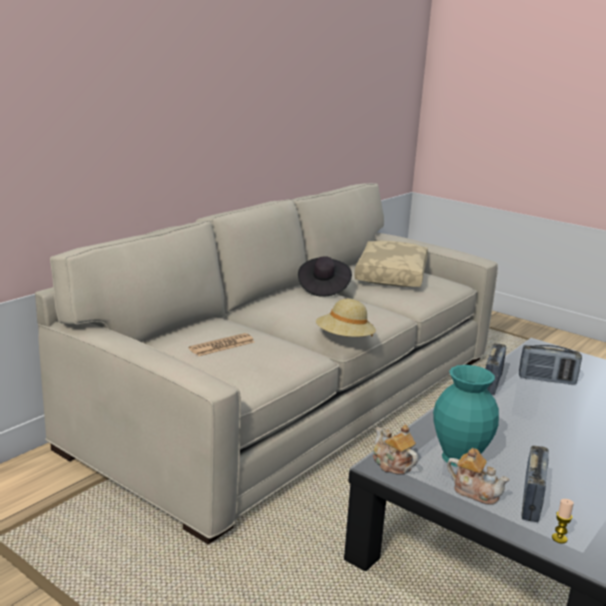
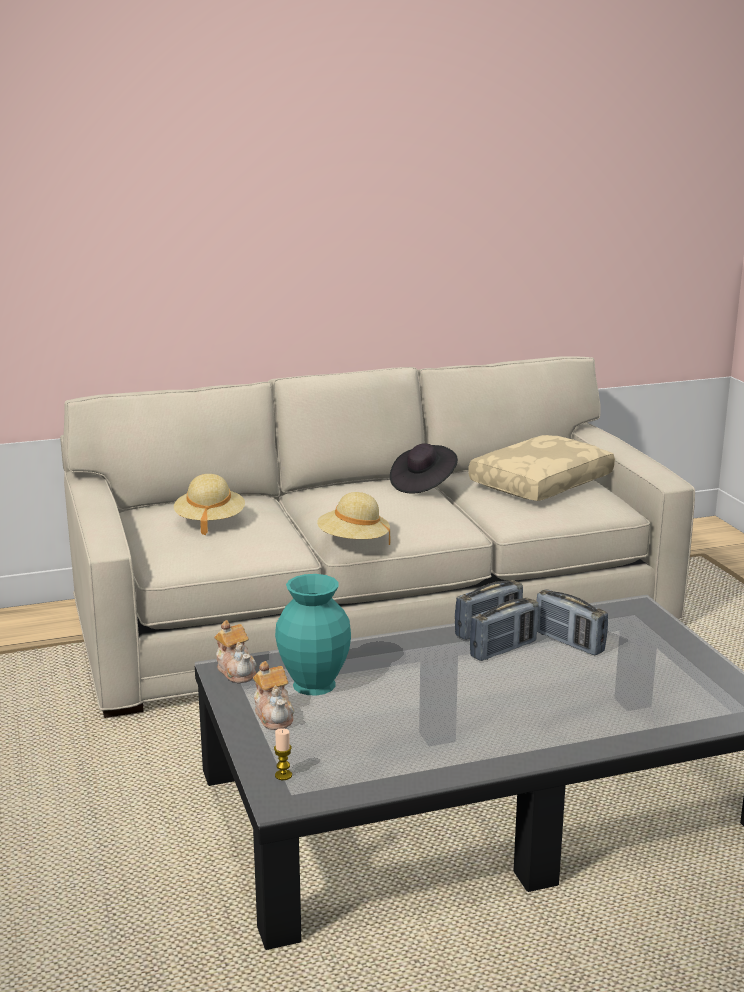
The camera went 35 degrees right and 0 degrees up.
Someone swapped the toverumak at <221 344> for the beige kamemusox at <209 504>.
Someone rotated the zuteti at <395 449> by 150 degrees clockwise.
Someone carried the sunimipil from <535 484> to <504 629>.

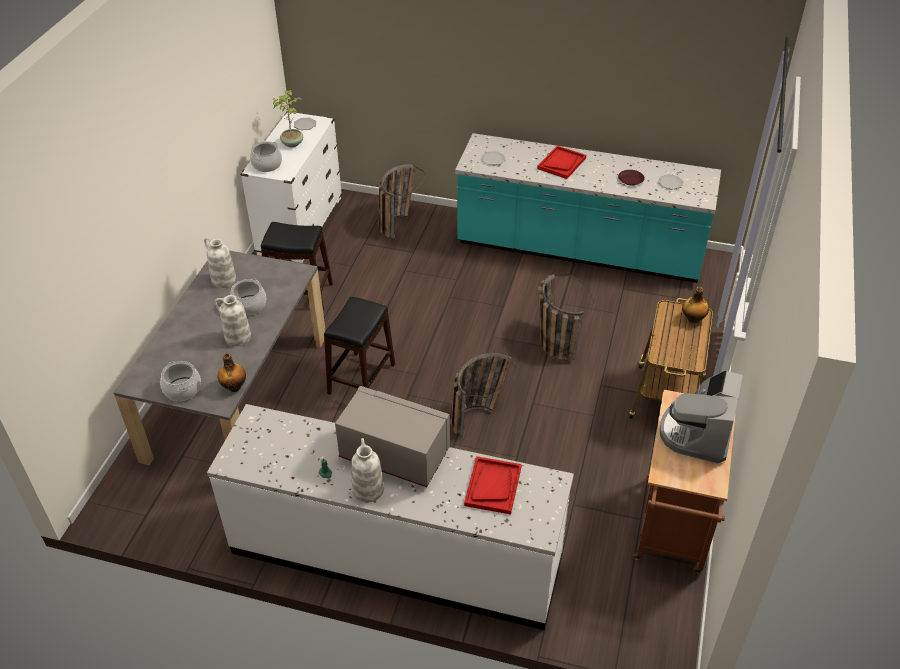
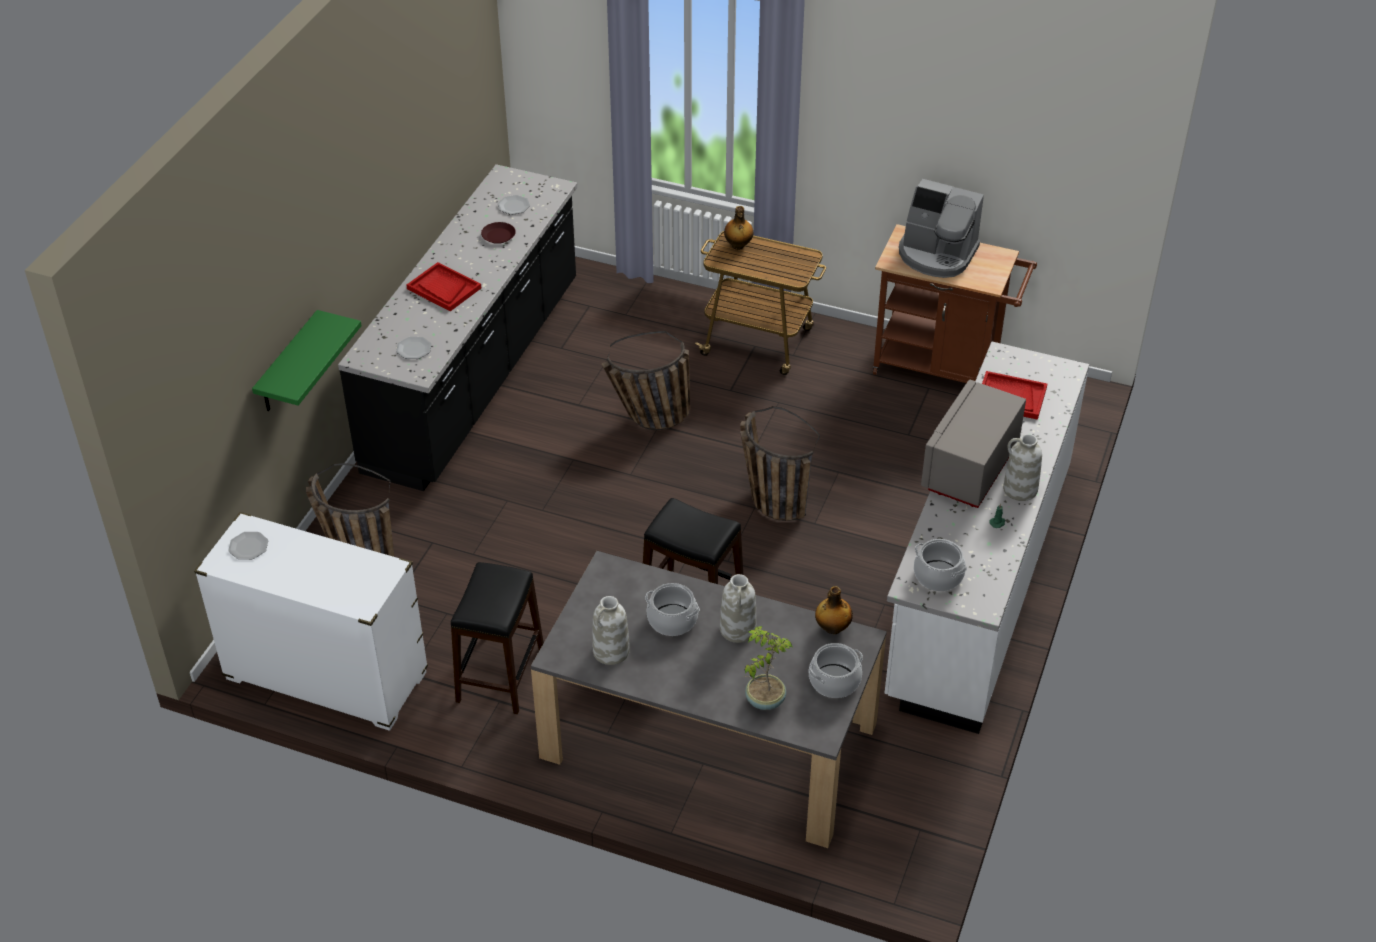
The camera went 85 degrees left and 0 degrees up.
Someone carried the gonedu from <287 118> to <768 668>.
Someone repainted the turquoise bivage at <588 208>, which became the black bivage at <457 327>.
Someone carried the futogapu from <266 156> to <940 565>.
Someone put up the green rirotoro at <307 360>.

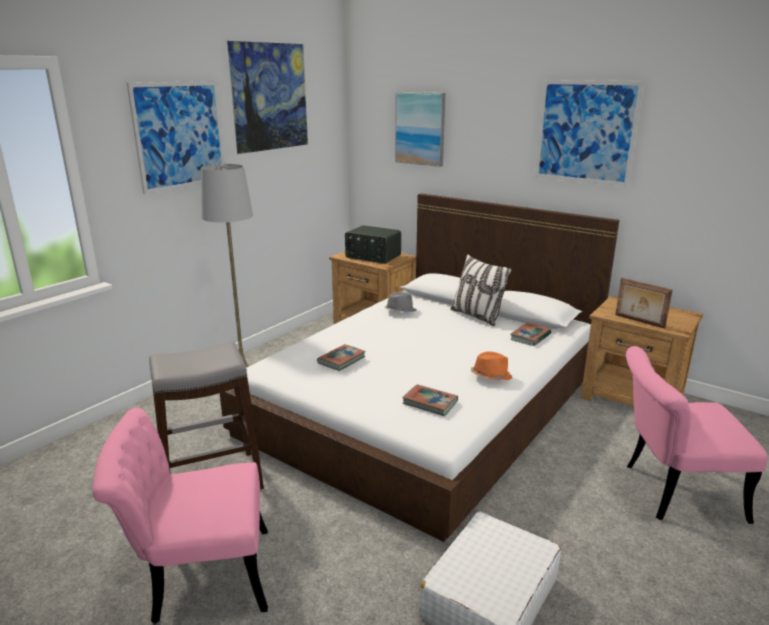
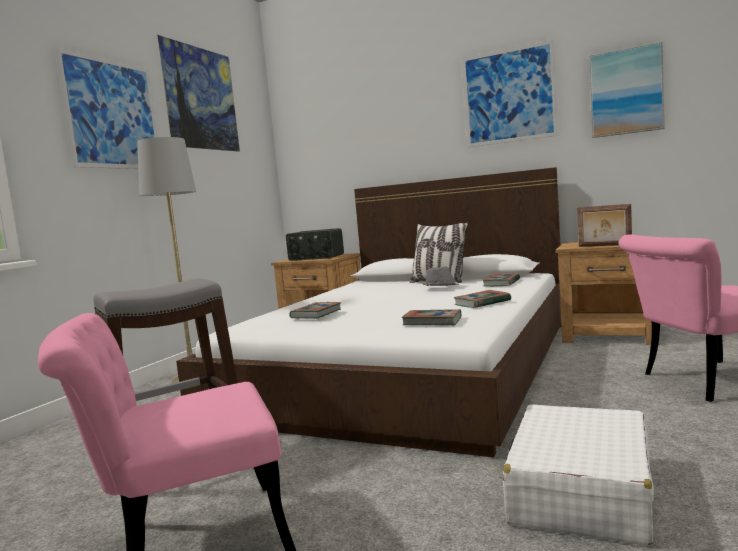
The camera went 10 degrees left and 15 degrees down.
Someone carried the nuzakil from <420 129> to <627 89>.
Someone carried the grey kamemusox from <401 302> to <441 276>.
Someone swapped the orange kamemusox at <491 365> for the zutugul at <482 299>.

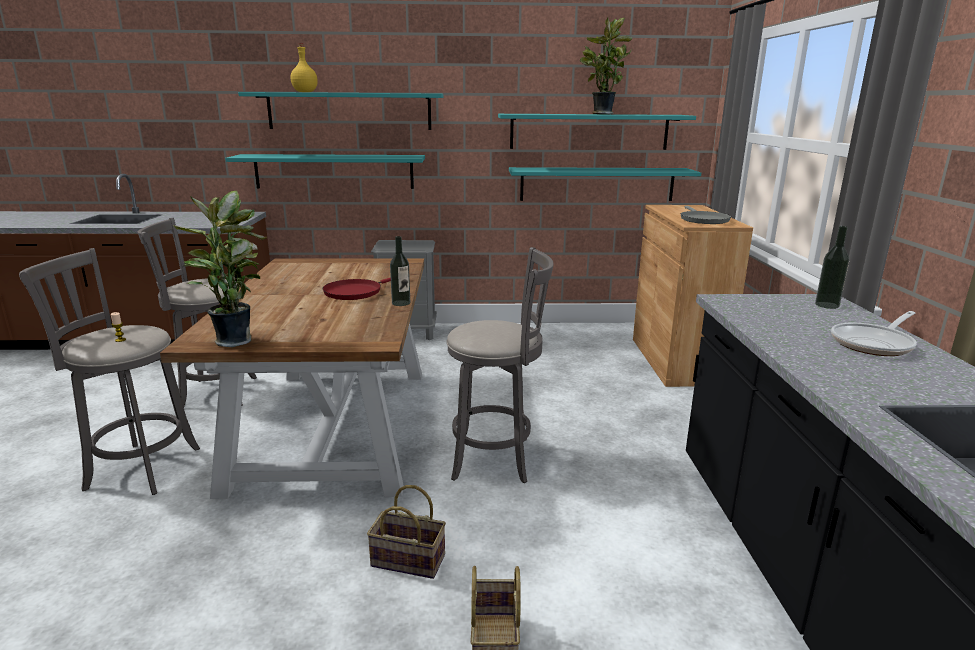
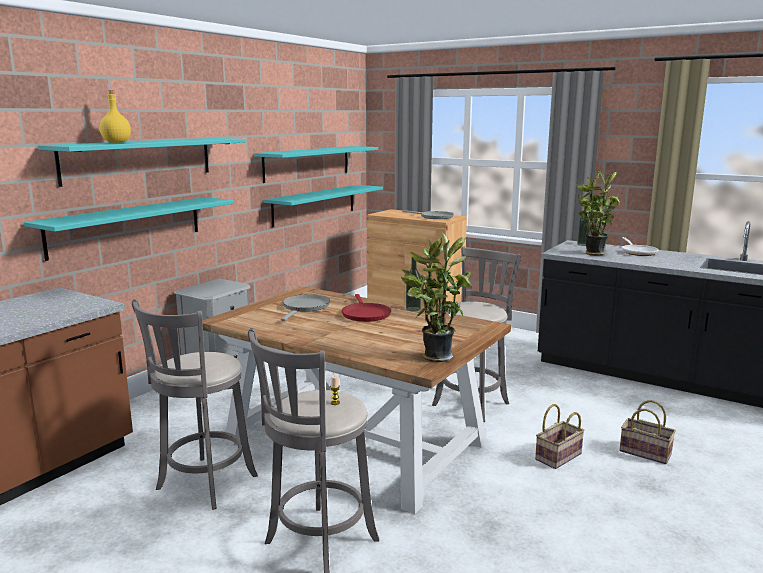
The camera went 55 degrees left and 5 degrees down.
Someone carried the gonedu from <606 66> to <598 212>.
Someone put down the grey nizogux at <305 307>.

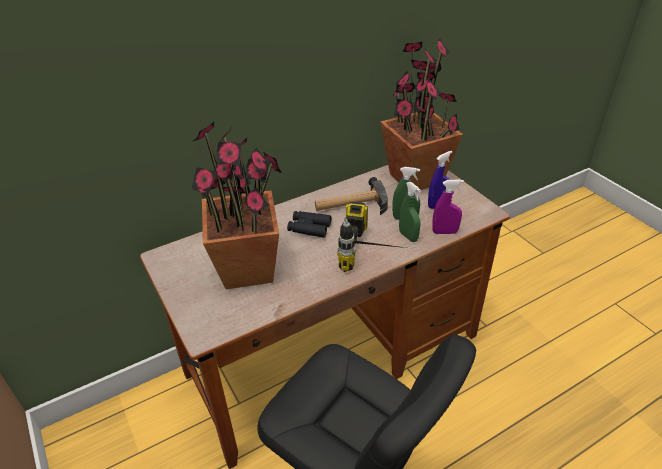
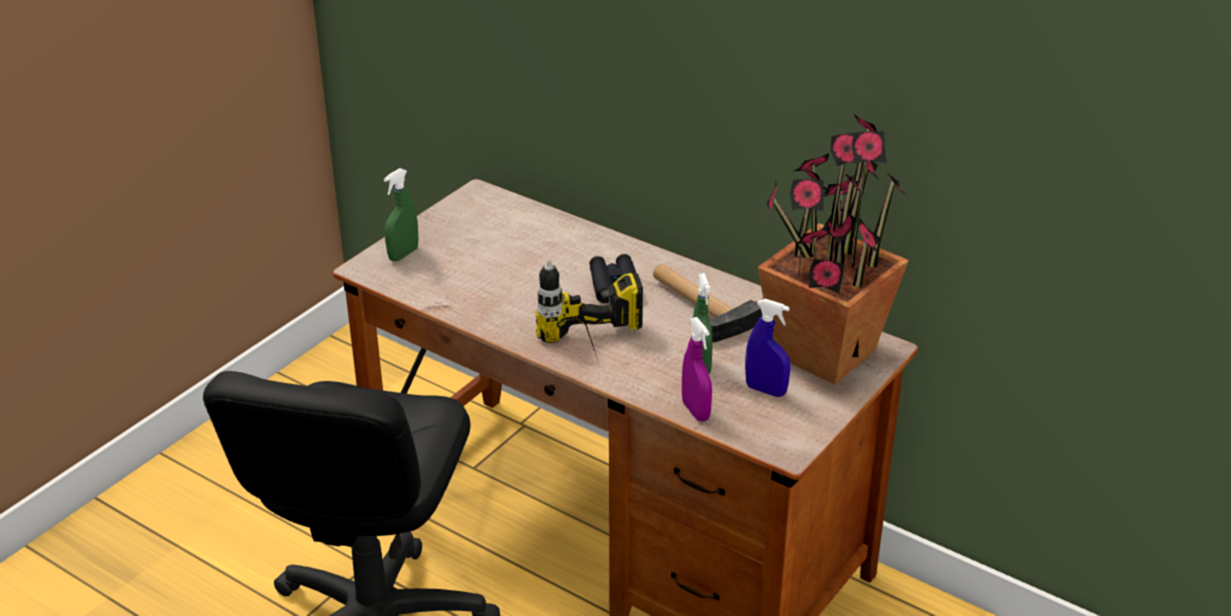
The camera went 65 degrees right and 5 degrees down.
Someone took away the gonedu at <237 205>.
Someone carried the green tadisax from <410 212> to <401 214>.

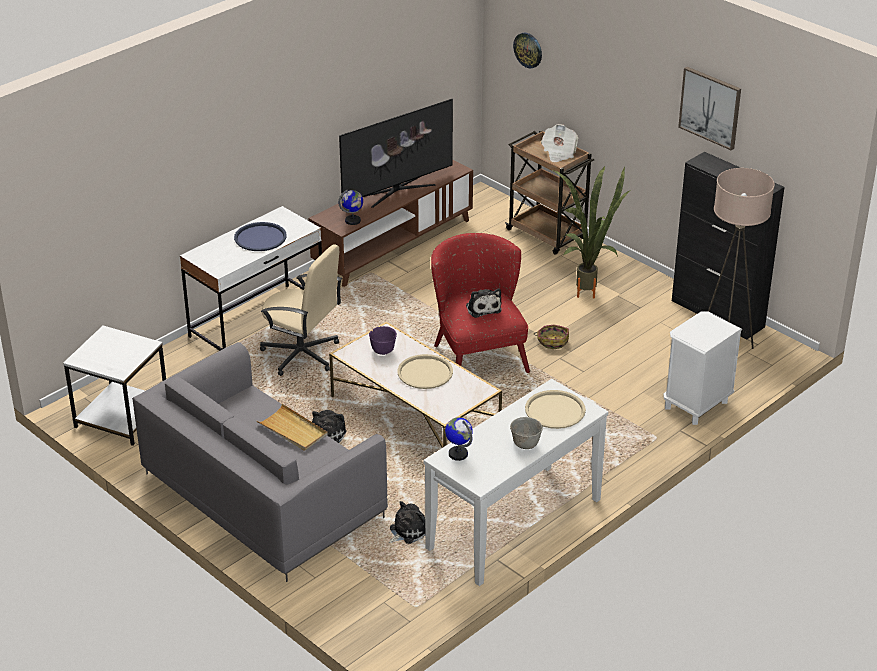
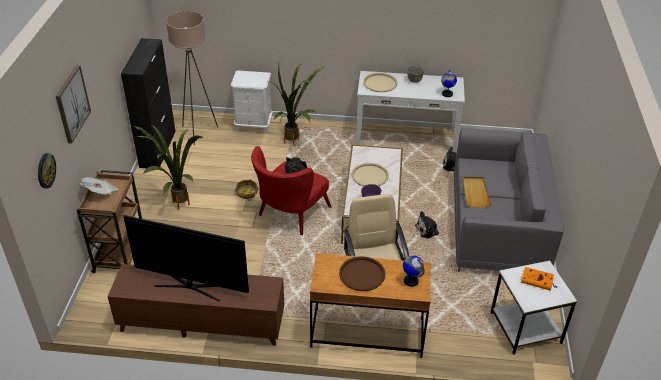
The camera went 130 degrees left and 5 degrees up.
Someone carried the nuzakil from <709 108> to <73 104>.
Someone carried the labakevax from <350 207> to <414 271>.
Someone repainted the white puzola at <251 278>, which became the brown puzola at <370 305>.
Someone repainted the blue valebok at <260 236>, which became the brown valebok at <362 273>.
Someone put down the gonedu at <296 104>.
Someone put down the orange zutugul at <539 279>.

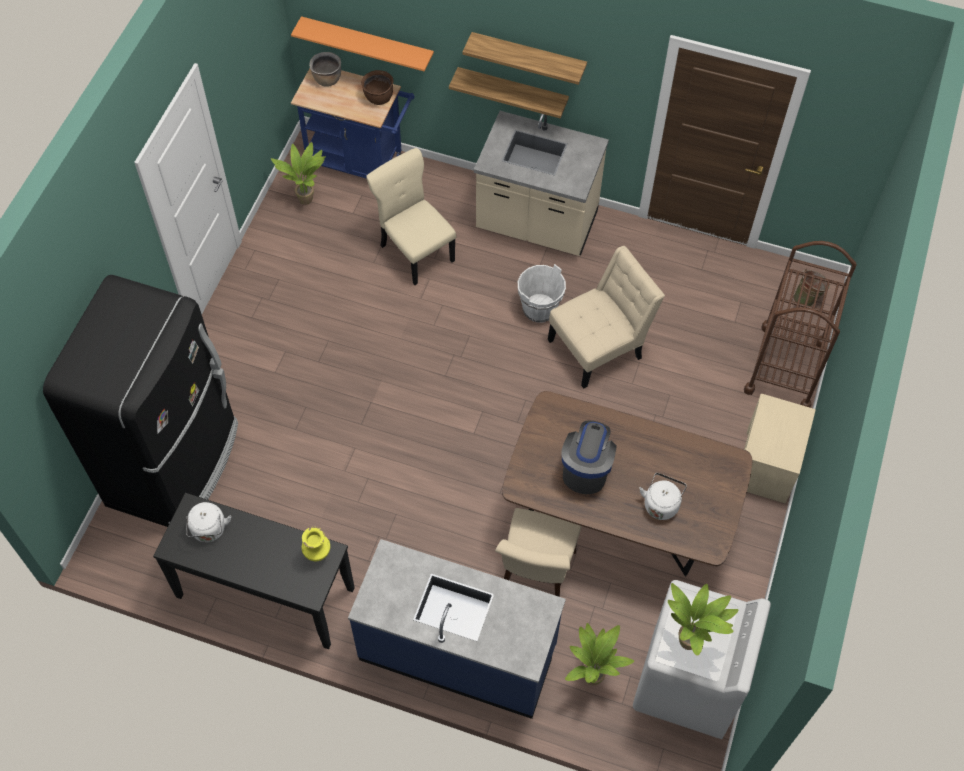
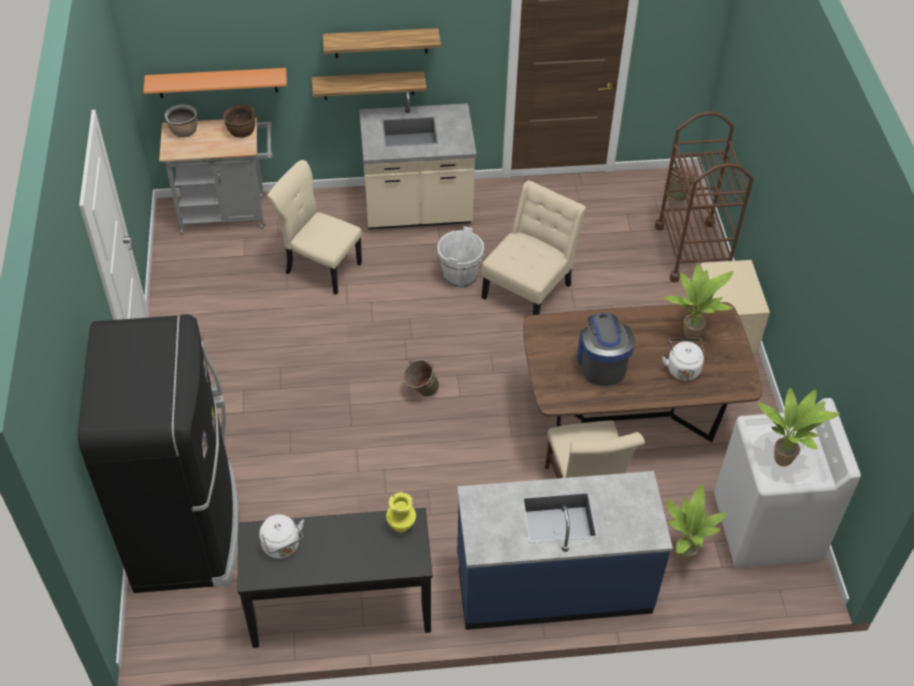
The camera went 25 degrees left and 10 degrees down.
Someone repainted the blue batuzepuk at <353 123>, which became the grey batuzepuk at <216 176>.
Someone carried the gonedu from <298 173> to <698 301>.
Someone put down the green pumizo at <421 378>.

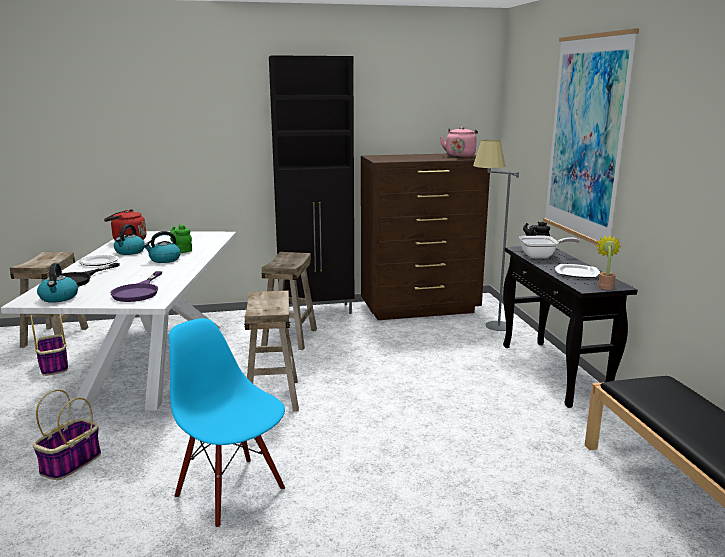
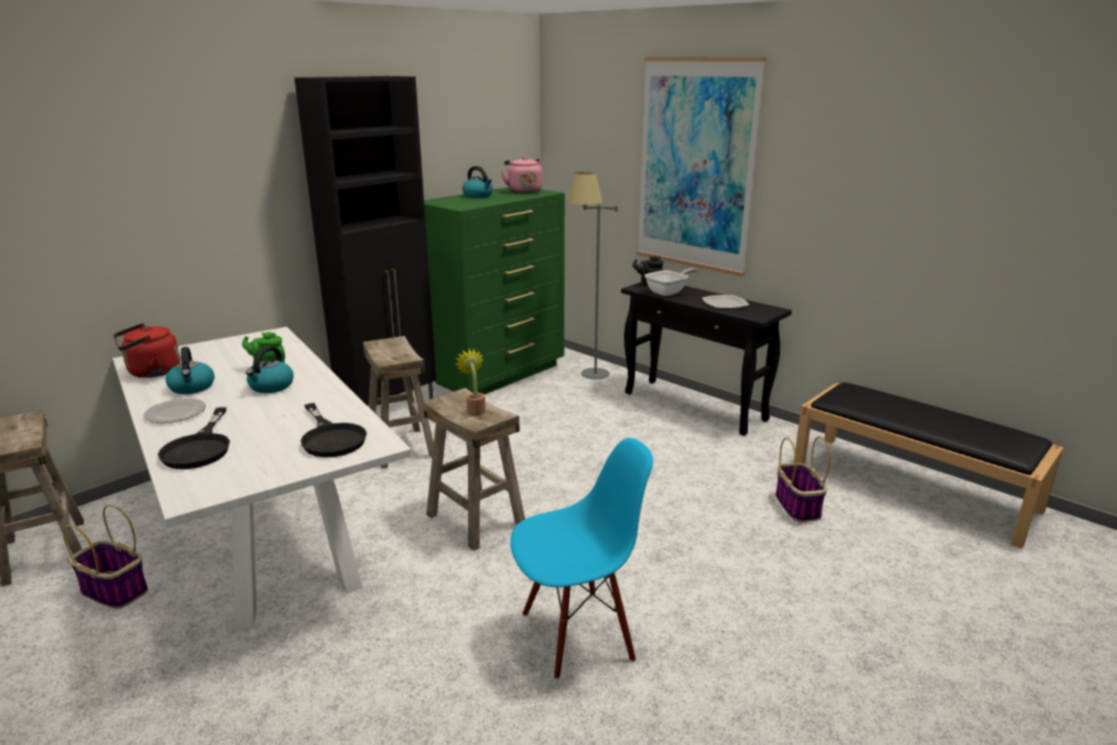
The camera went 35 degrees left and 5 degrees up.
Someone repainted the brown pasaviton at <425 237>, which became the green pasaviton at <494 290>.
Someone carried the gonedu from <608 262> to <470 382>.
Someone carried the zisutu from <57 283> to <477 182>.
Someone repainted the purple nizogux at <136 286>, which became the black nizogux at <334 430>.
Someone rotated the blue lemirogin at <227 423> by 150 degrees clockwise.
Someone carried the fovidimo from <67 434> to <802 479>.

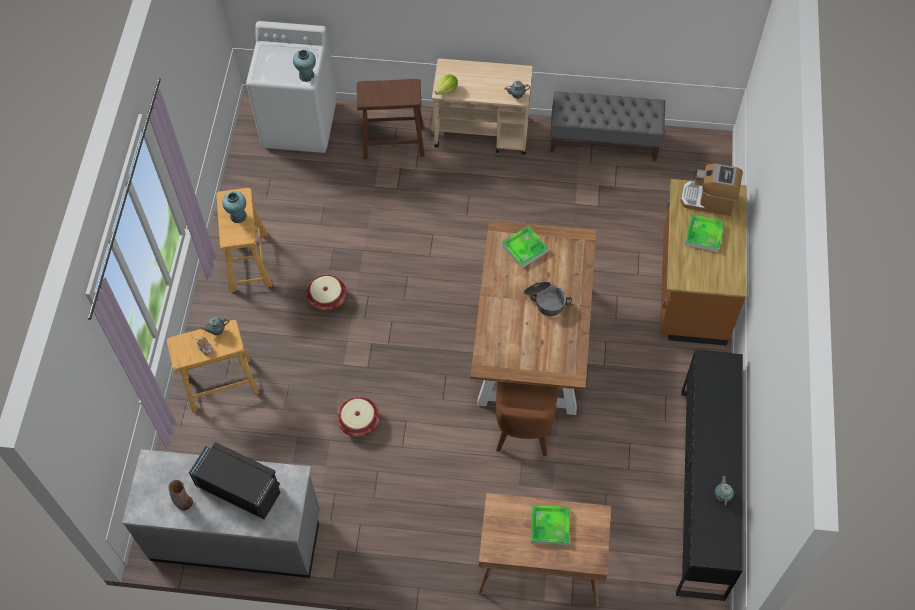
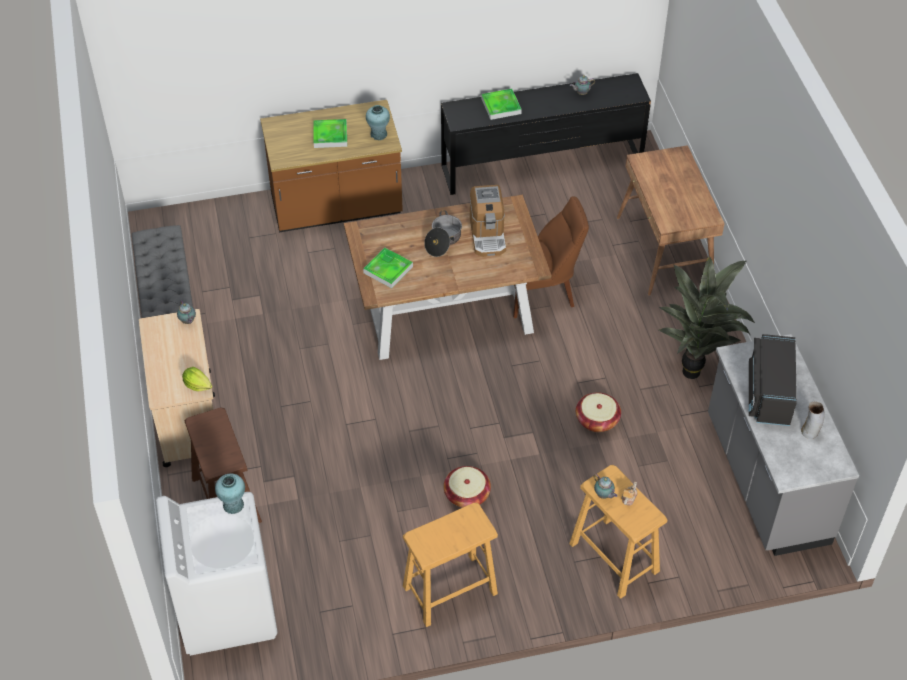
The camera went 110 degrees left and 10 degrees down.
Someone carried the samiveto from <711 189> to <488 221>.
Someone carried the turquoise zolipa from <234 207> to <378 122>.
Someone carried the valebok from <550 525> to <501 104>.
Someone put down the gonedu at <707 317>.

